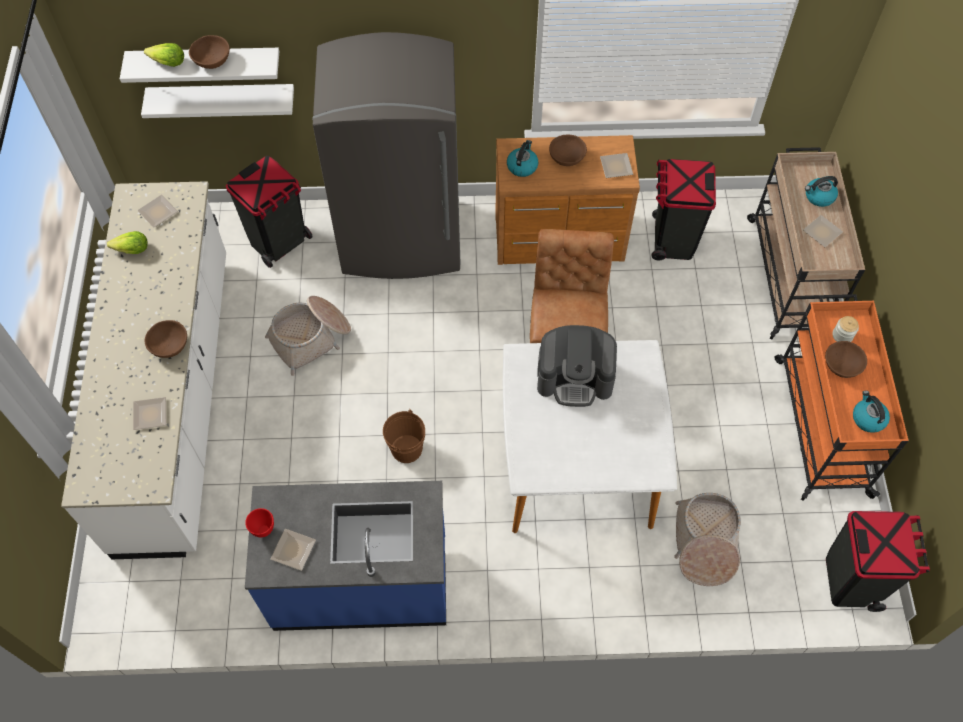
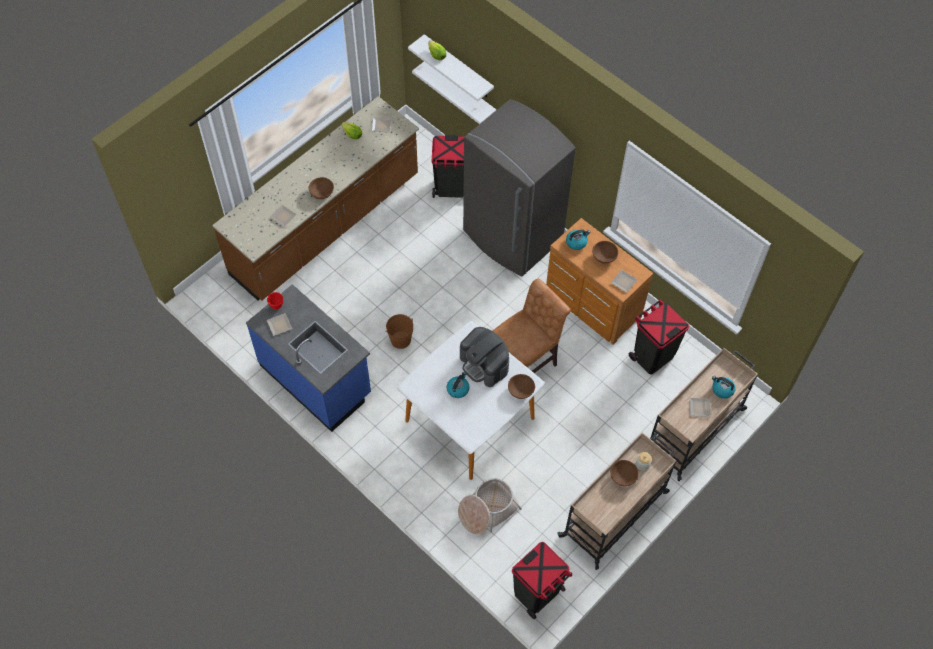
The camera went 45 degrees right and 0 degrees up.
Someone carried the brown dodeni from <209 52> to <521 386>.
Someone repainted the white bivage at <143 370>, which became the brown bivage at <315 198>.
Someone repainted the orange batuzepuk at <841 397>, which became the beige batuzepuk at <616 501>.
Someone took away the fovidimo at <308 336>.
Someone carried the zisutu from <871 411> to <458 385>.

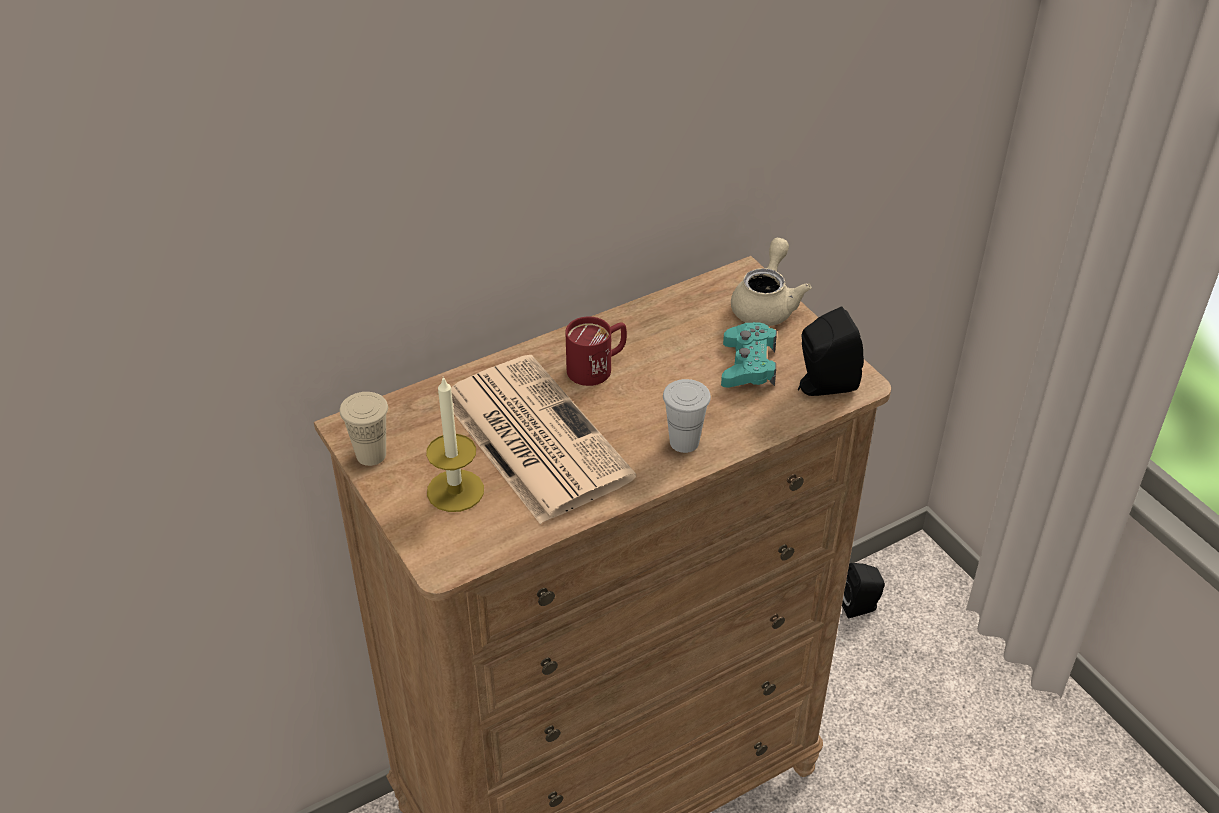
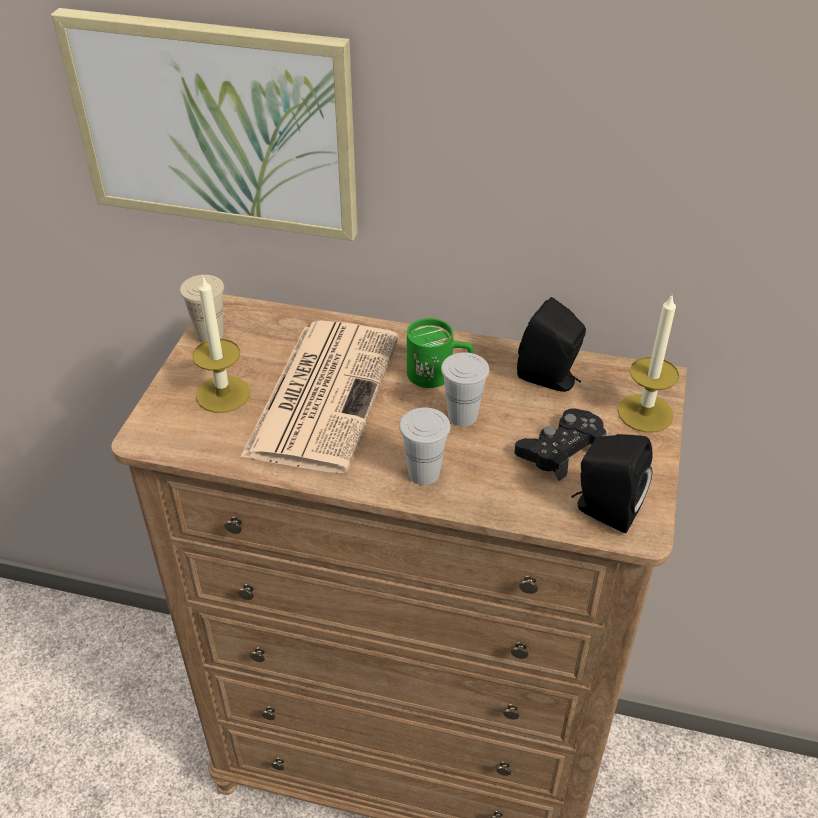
The camera went 45 degrees right and 0 degrees up.
Someone swapped the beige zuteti at <771 282> for the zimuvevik at <648 363>.
Someone repainted the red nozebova at <596 351>, which became the green nozebova at <440 353>.
Someone repainted the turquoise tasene at <749 354>, which became the black tasene at <561 444>.
Someone carried the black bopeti from <863 591> to <551 344>.
Someone put up the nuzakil at <204 124>.
Someone put down the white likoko at <465 389>.

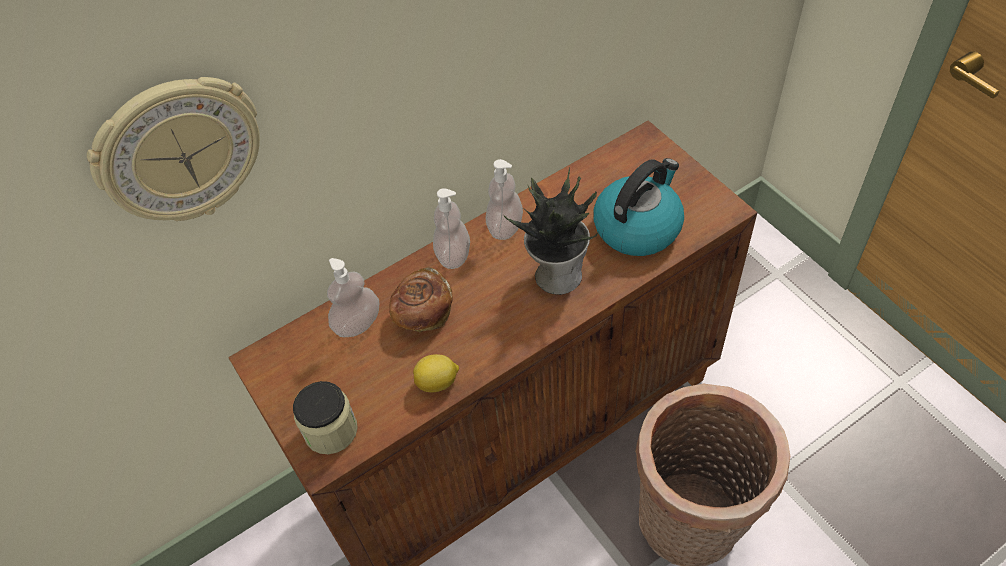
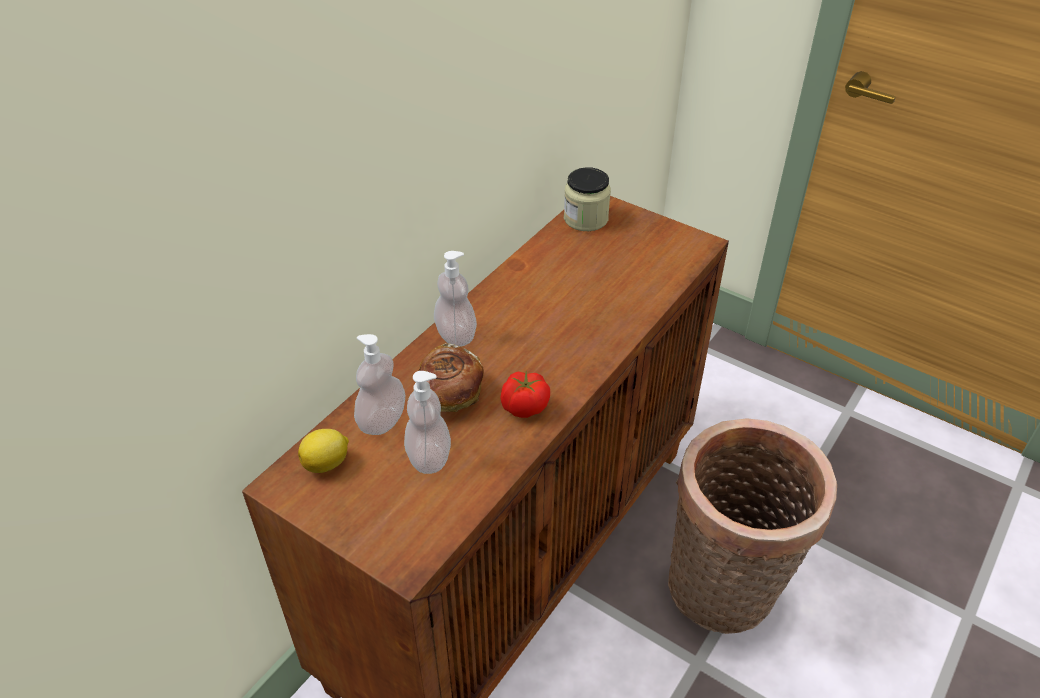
The camera went 25 degrees left and 10 degrees down.
Someone took away the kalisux at <173 149>.
Someone took away the zisutu at <638 207>.
Someone carried the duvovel from <504 199> to <427 422>.
Someone took away the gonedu at <550 231>.
Someone carried the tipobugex from <436 373> to <323 451>.
Someone carried the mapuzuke from <325 417> to <587 199>.
Someone put down the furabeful at <525 394>.

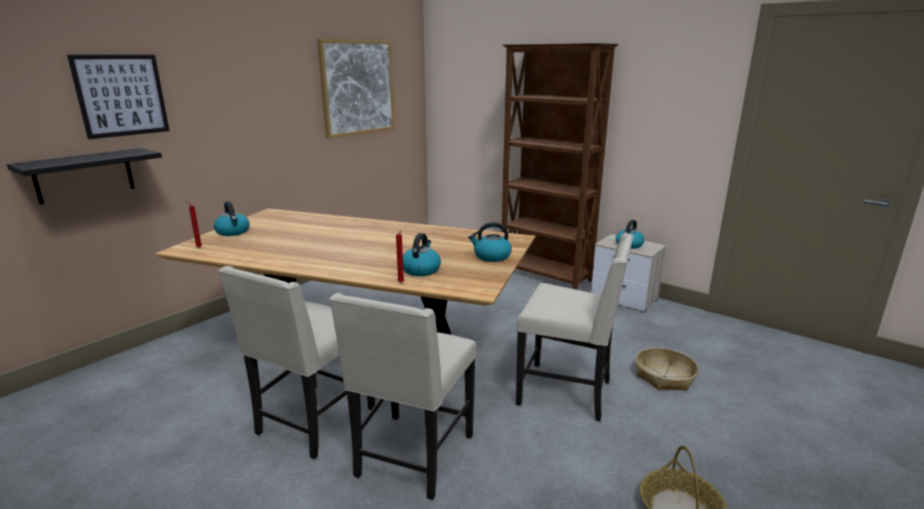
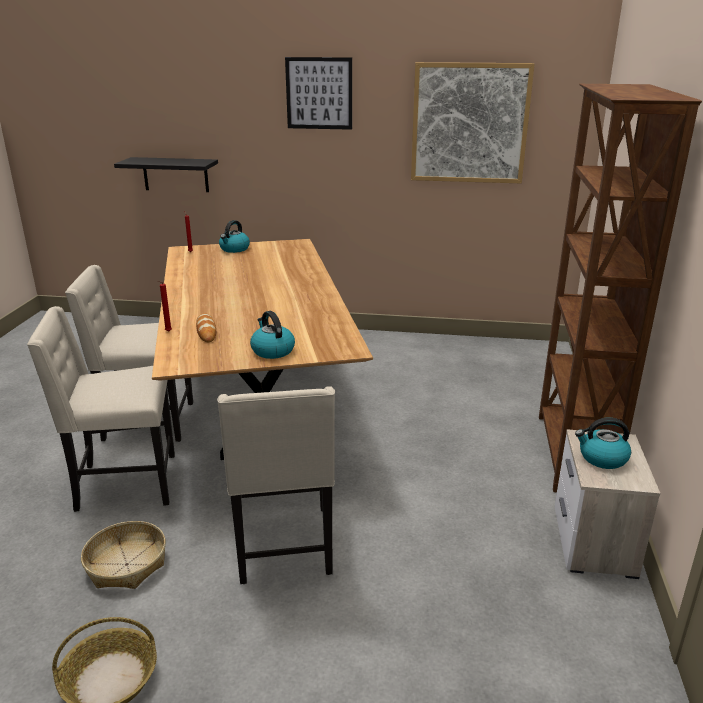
The camera went 60 degrees right and 5 degrees up.
Someone carried the nuzakil from <118 97> to <318 93>.
Someone swapped the zisutu at <422 254> for the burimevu at <206 327>.
Someone carried the fovidimo from <667 369> to <123 555>.

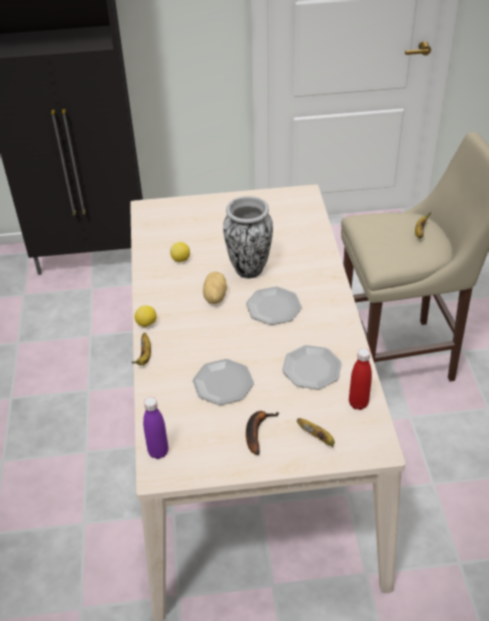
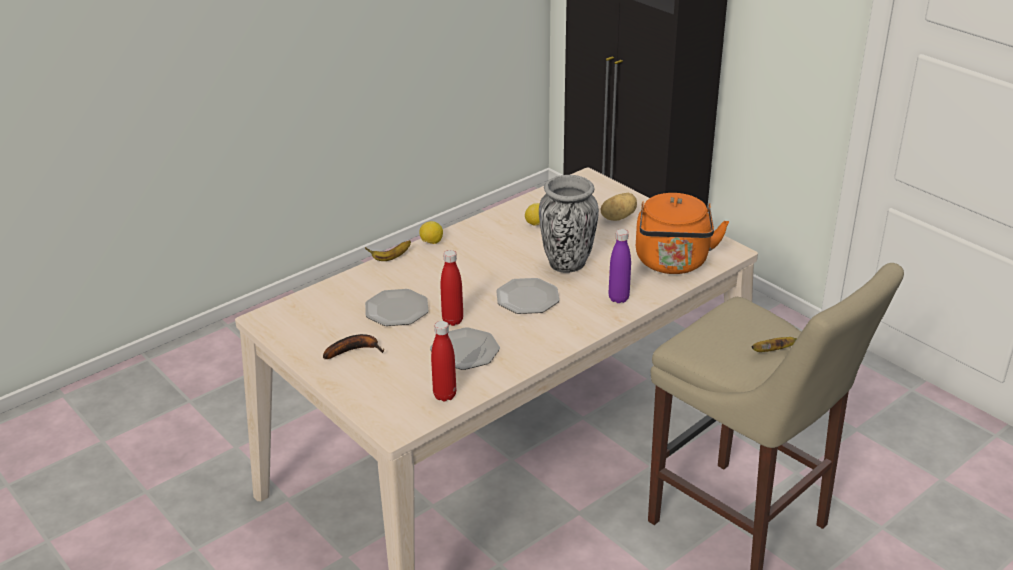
The camera went 55 degrees right and 10 degrees down.
Someone carried the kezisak from <215 288> to <618 207>.
Someone carried the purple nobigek from <155 428> to <620 266>.
Someone took away the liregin at <316 432>.
Someone put down the orange zisutu at <682 233>.
Someone put down the red nobigek at <451 288>.

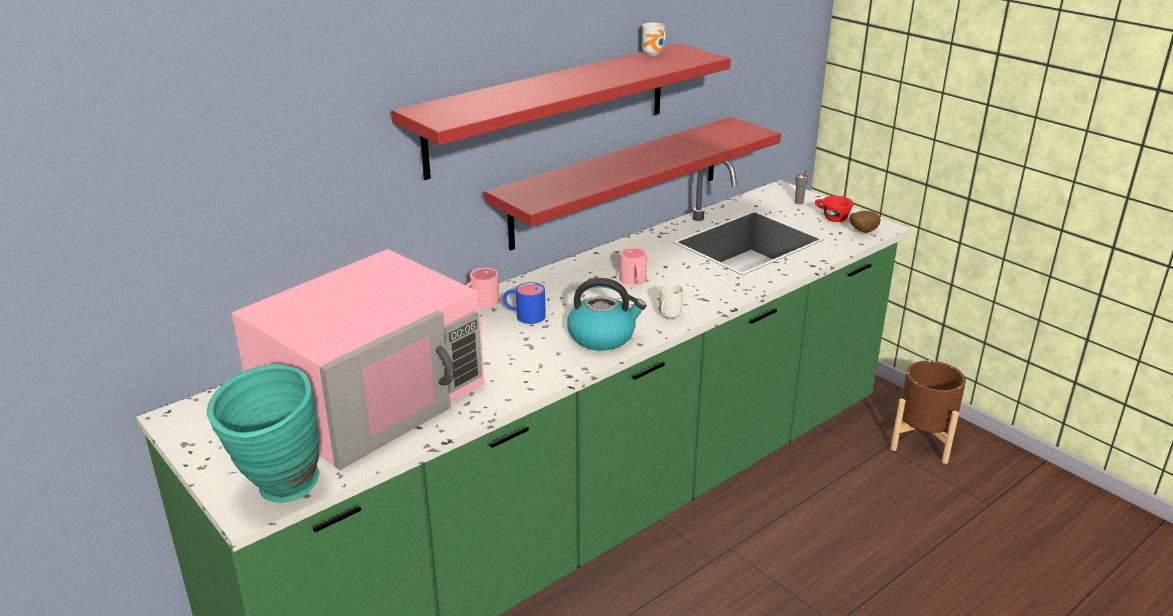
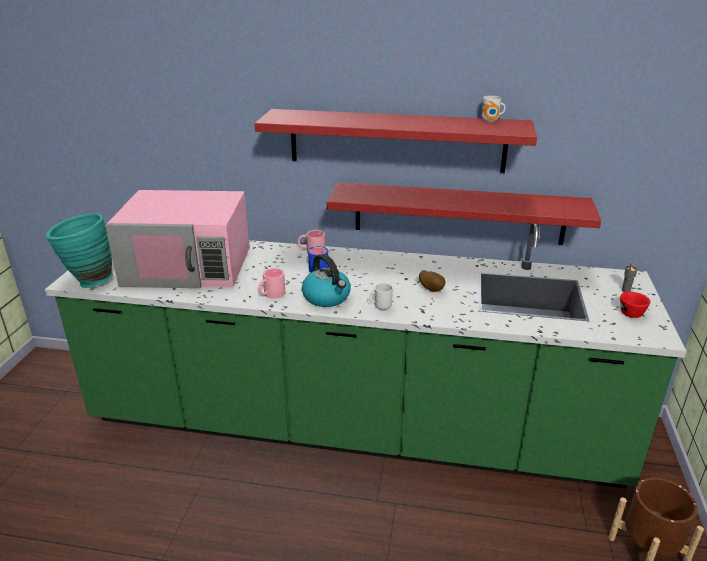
The camera went 50 degrees right and 0 degrees up.
Someone carried the kezisak from <865 222> to <432 281>.
Someone carried the pink nozebova from <633 266> to <271 283>.

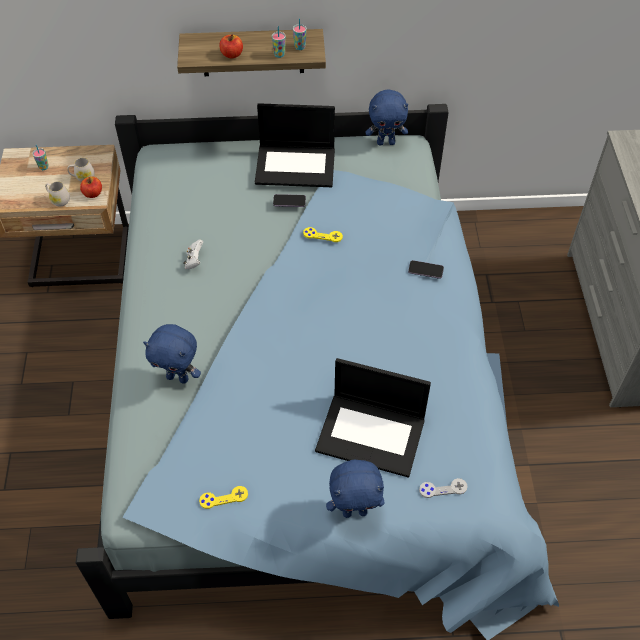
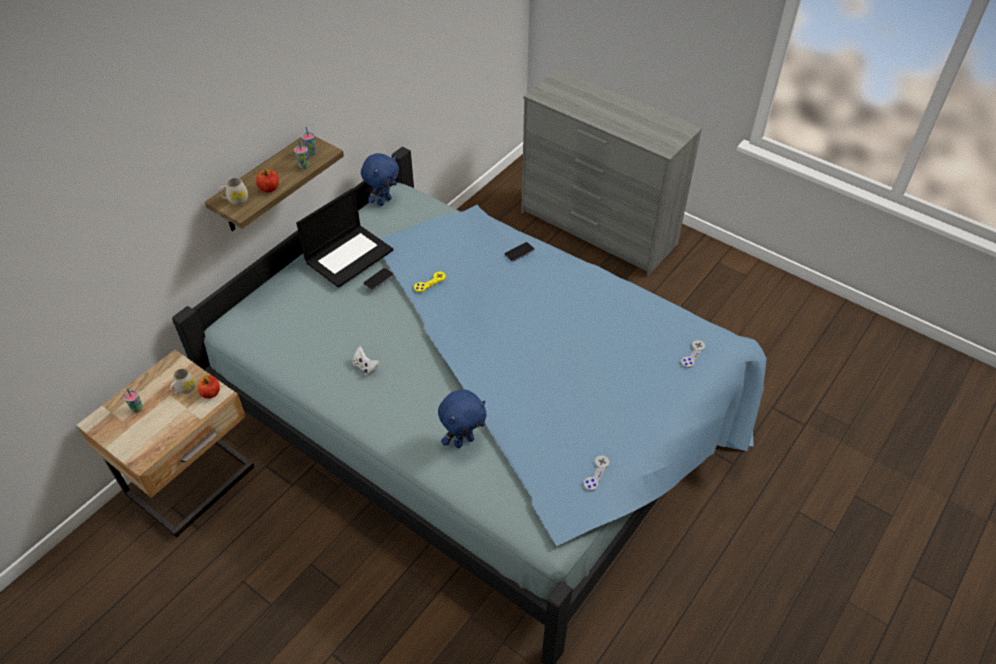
The camera went 50 degrees left and 5 degrees down.
Someone carried the white nozebova from <57 194> to <233 191>.
Someone took away the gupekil at <373 417>.
Someone took away the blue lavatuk at <355 489>.
Someone repainted the yellow tasene at <223 497>, which became the grey tasene at <596 473>.

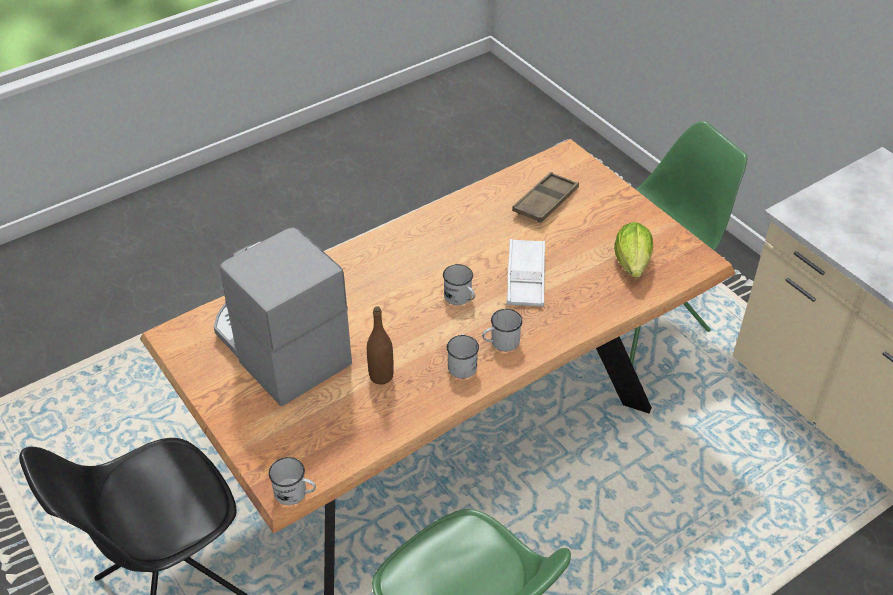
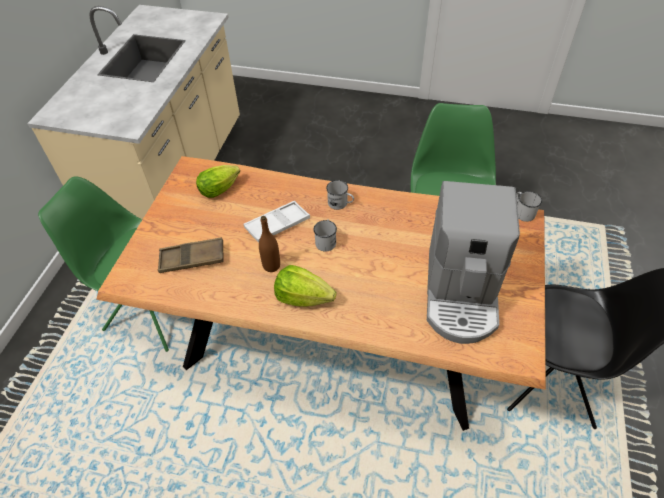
The camera went 130 degrees left and 5 degrees up.
Someone carried the brown nobigek from <380 345> to <269 244>.
Someone took away the white nozebova at <463 356>.
Someone put down the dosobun at <305 286>.

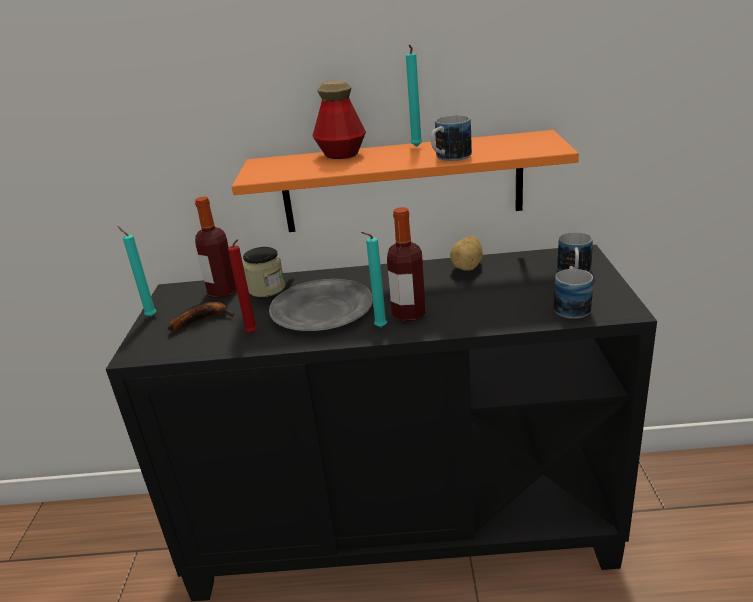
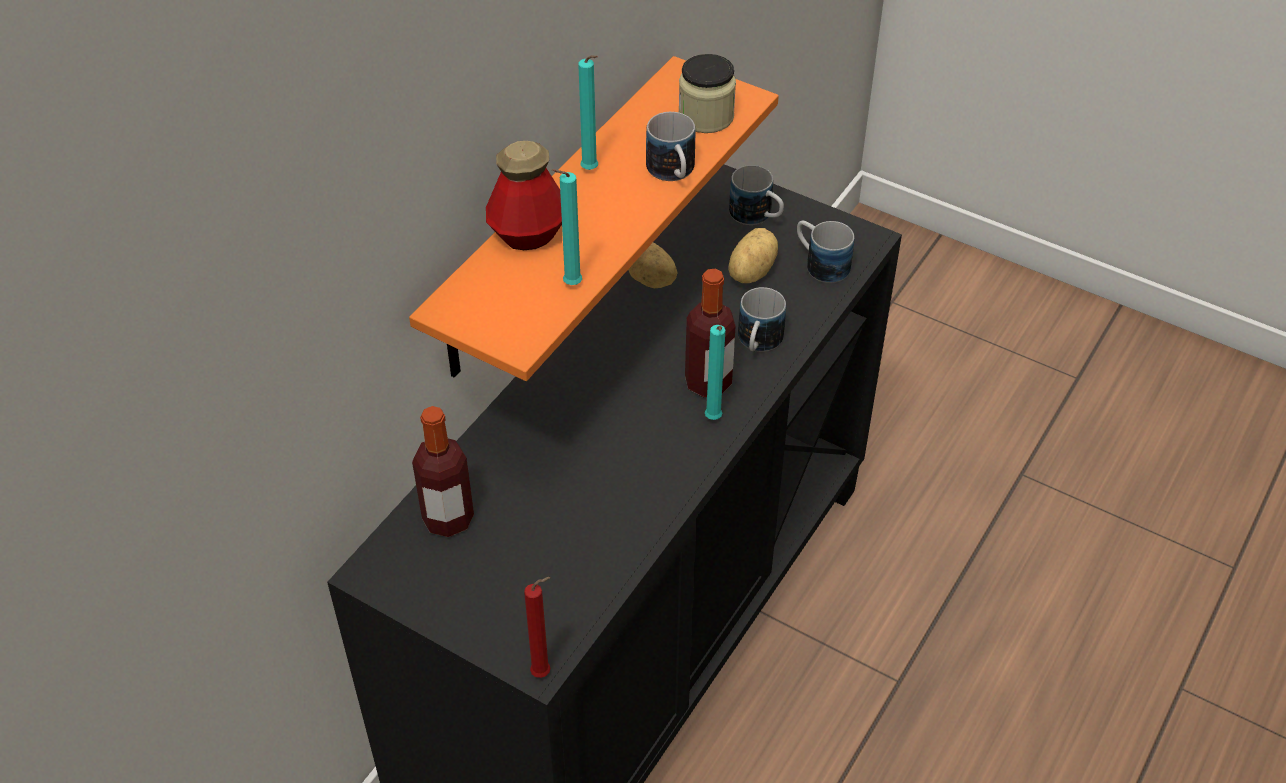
The camera went 60 degrees left and 20 degrees up.
Someone carried the turquoise zimuvevik from <136 271> to <567 227>.
Someone carried the red zimuvevik from <242 286> to <537 627>.
Someone carried the mapuzuke from <264 272> to <707 93>.
Someone took away the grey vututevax at <321 305>.
Someone took away the liregin at <201 316>.
Someone put down the kezisak at <753 255>.
Someone put down the nozebova at <762 319>.

